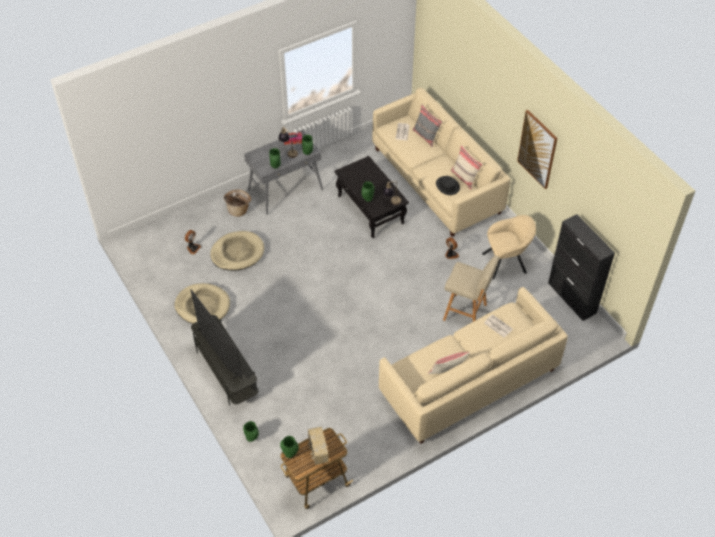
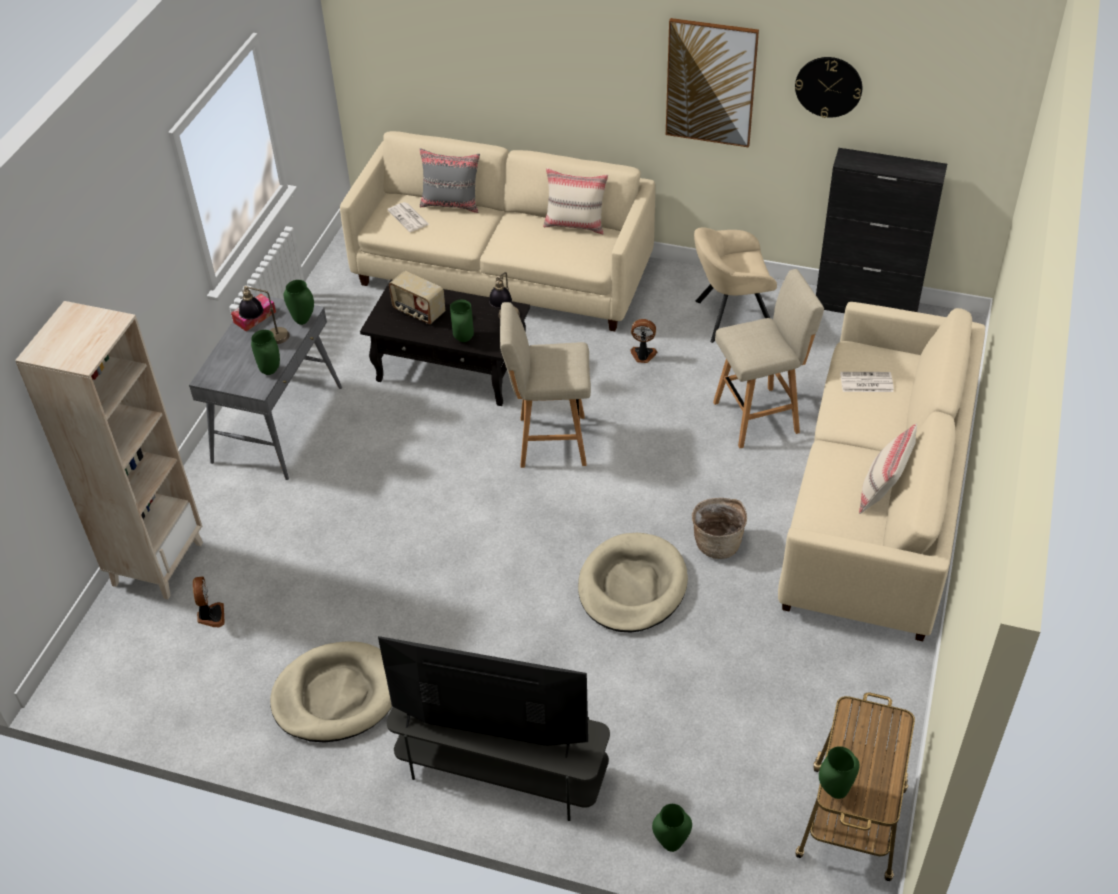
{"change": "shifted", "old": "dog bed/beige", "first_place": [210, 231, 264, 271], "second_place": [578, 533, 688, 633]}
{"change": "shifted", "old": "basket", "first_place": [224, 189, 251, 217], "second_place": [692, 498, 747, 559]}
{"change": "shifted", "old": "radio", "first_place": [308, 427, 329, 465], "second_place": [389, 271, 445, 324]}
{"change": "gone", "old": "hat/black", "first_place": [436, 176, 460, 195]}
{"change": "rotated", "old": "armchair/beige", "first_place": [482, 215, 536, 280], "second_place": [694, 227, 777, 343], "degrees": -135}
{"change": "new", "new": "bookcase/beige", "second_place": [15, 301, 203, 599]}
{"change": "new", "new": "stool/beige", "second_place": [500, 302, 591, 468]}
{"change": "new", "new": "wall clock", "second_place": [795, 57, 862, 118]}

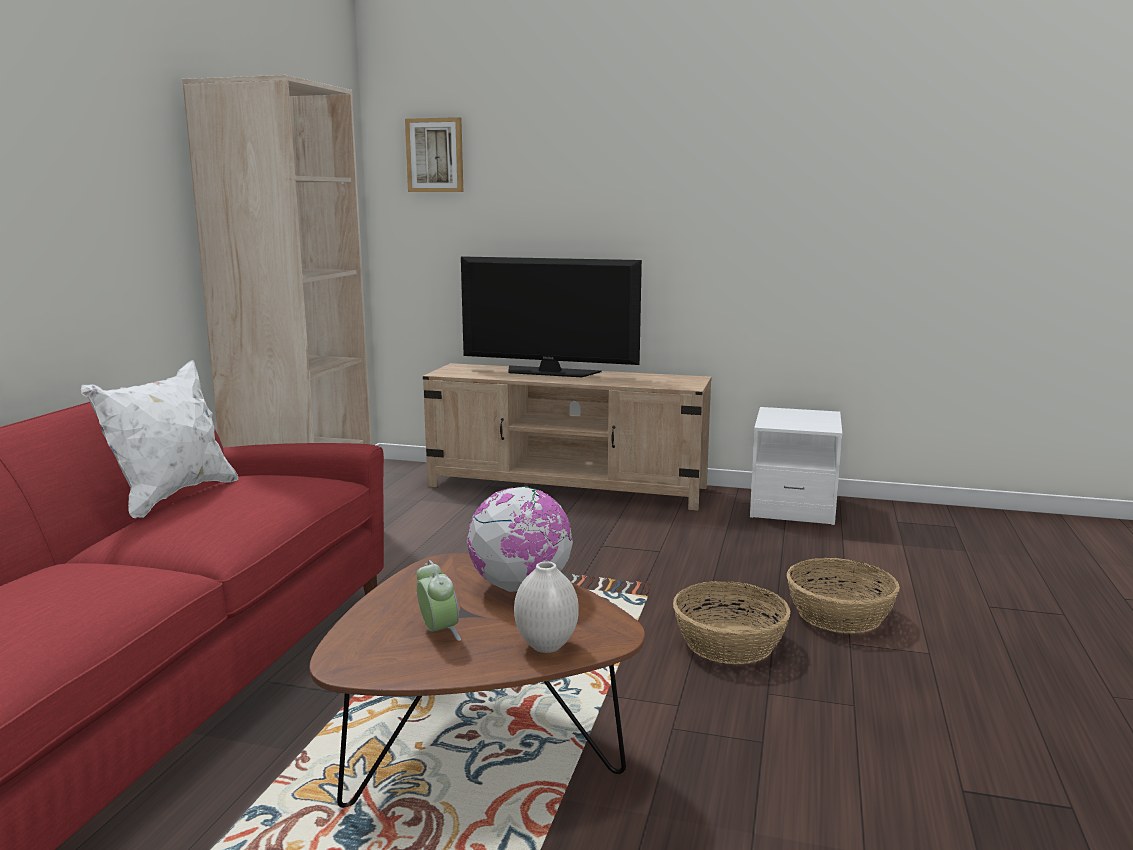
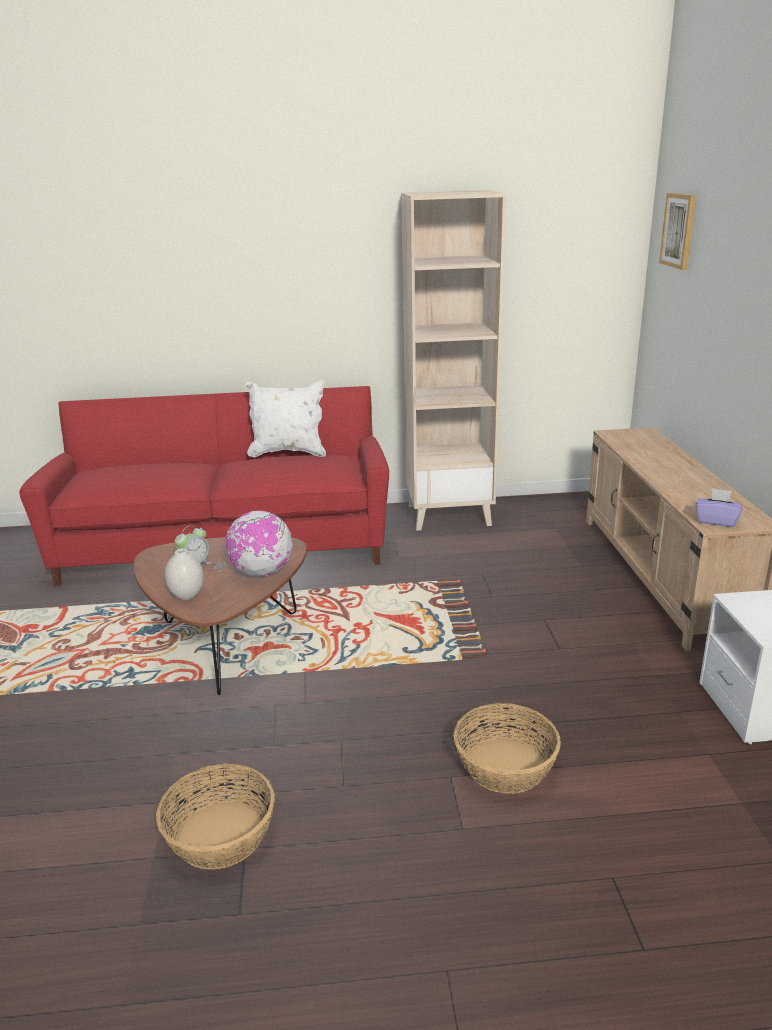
{"change": "gone", "old": "television", "first_place": [461, 256, 642, 377]}
{"change": "shifted", "old": "basket", "first_place": [673, 581, 791, 664], "second_place": [156, 764, 275, 869]}
{"change": "new", "new": "tissue box/purple", "second_place": [696, 488, 742, 527]}

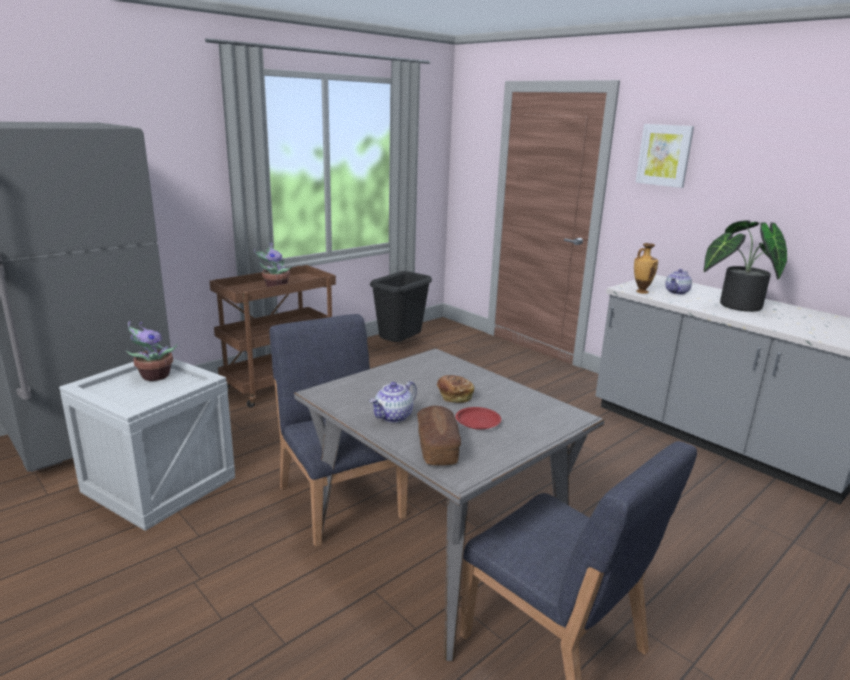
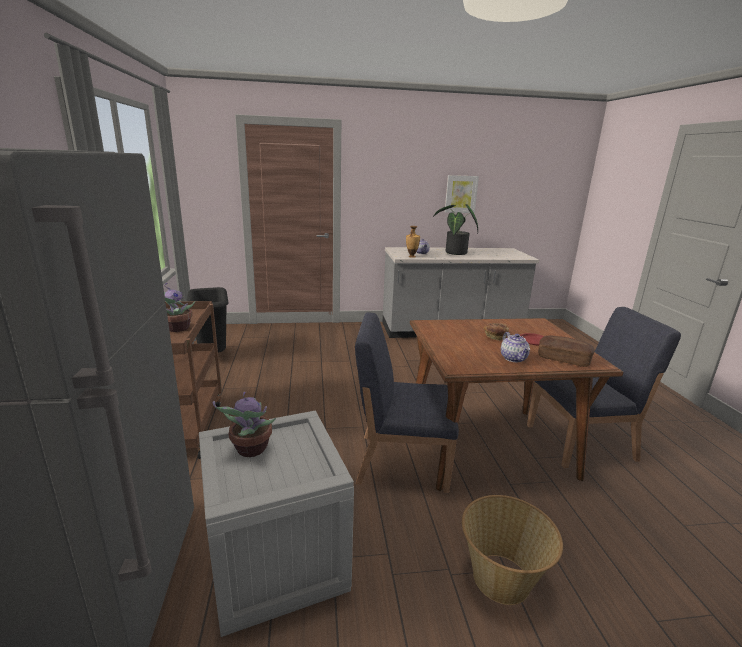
{"change": "repainted", "old": "dining table/grey", "new": "dining table/brown", "first_place": [294, 349, 604, 661], "second_place": [410, 318, 623, 491]}
{"change": "shifted", "old": "picture", "first_place": [635, 124, 694, 188], "second_place": [445, 175, 479, 213]}
{"change": "new", "new": "basket", "second_place": [462, 495, 563, 605]}

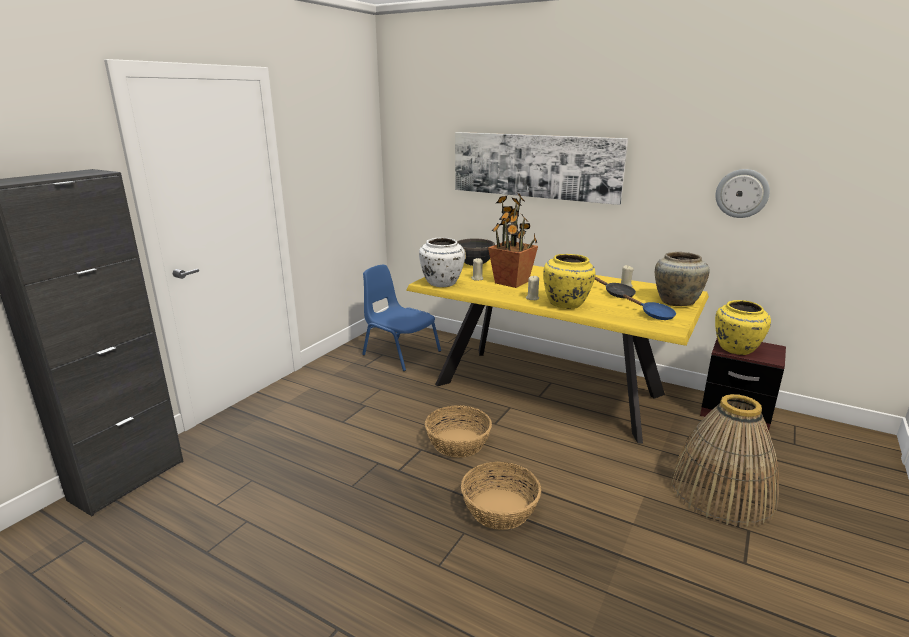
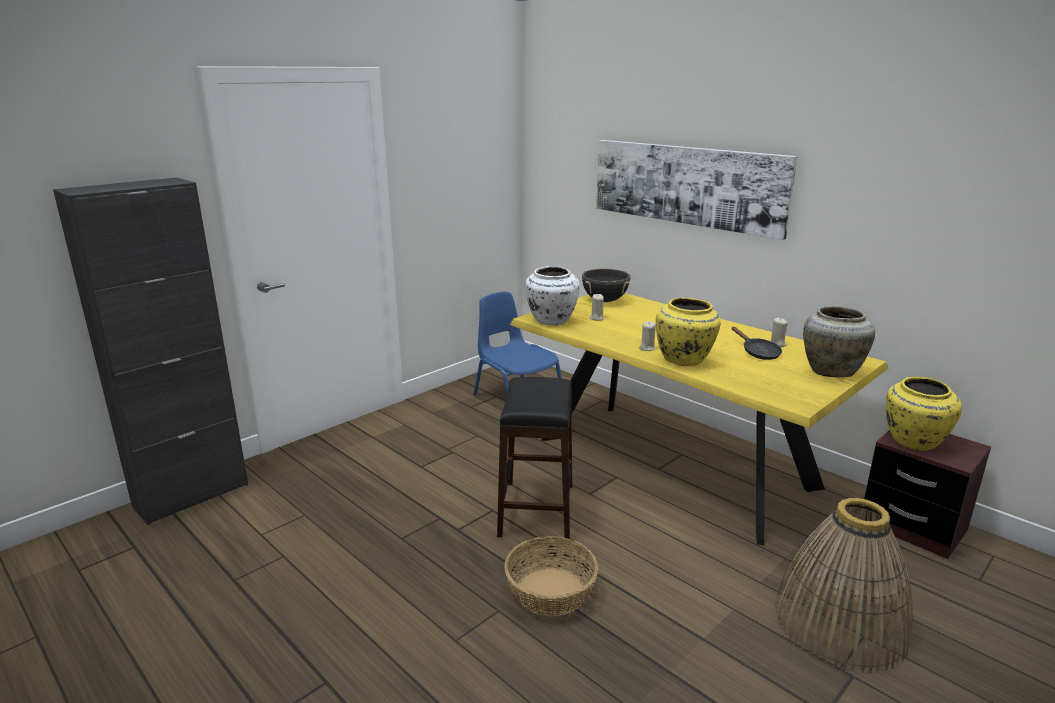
{"change": "swapped", "old": "basket", "new": "stool/black", "first_place": [425, 405, 492, 458], "second_place": [497, 377, 572, 539]}
{"change": "gone", "old": "potted plant", "first_place": [488, 193, 538, 288]}
{"change": "gone", "old": "frying pan/blue", "first_place": [623, 294, 676, 320]}
{"change": "gone", "old": "wall clock", "first_place": [715, 169, 770, 218]}

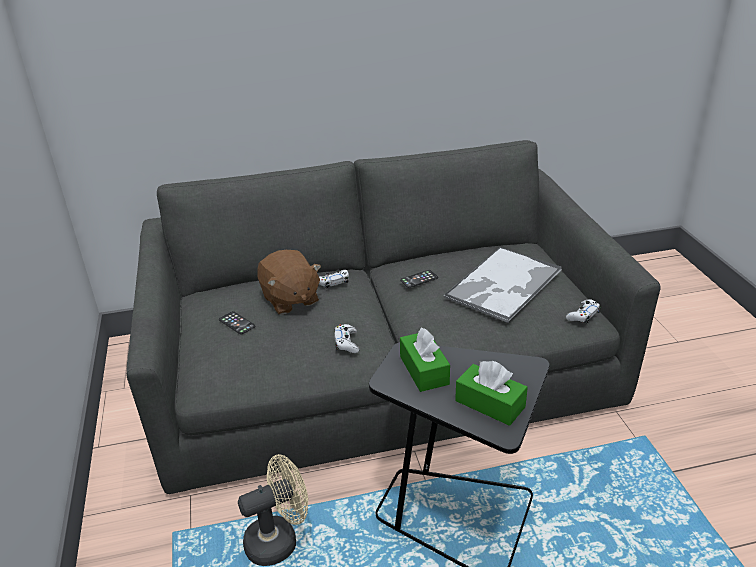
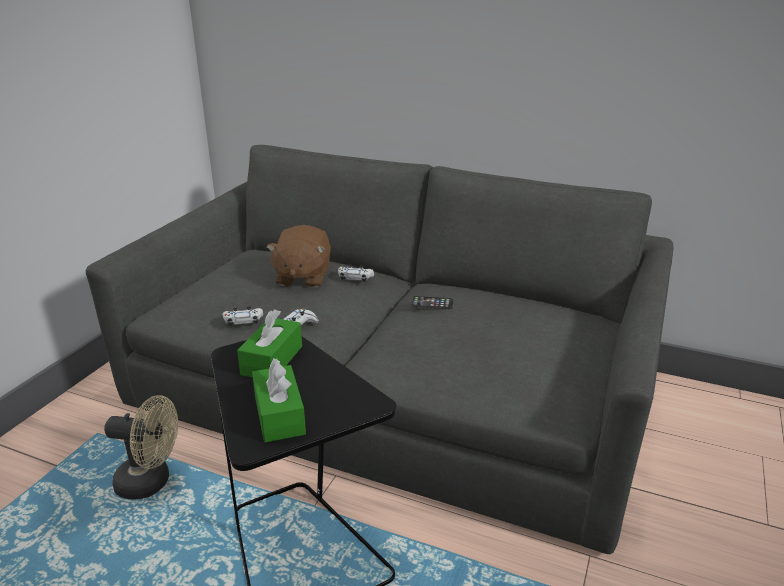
{"change": "gone", "old": "phone", "first_place": [219, 311, 255, 335]}
{"change": "gone", "old": "tray", "first_place": [444, 247, 562, 323]}
{"change": "shifted", "old": "game controller/white", "first_place": [566, 299, 600, 323], "second_place": [223, 306, 263, 326]}

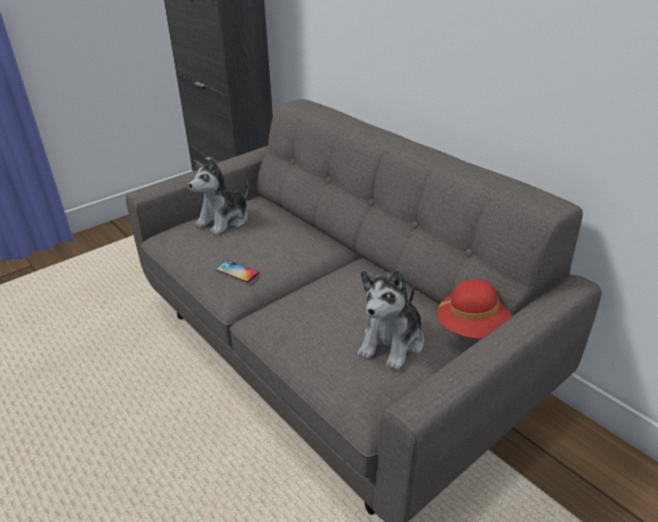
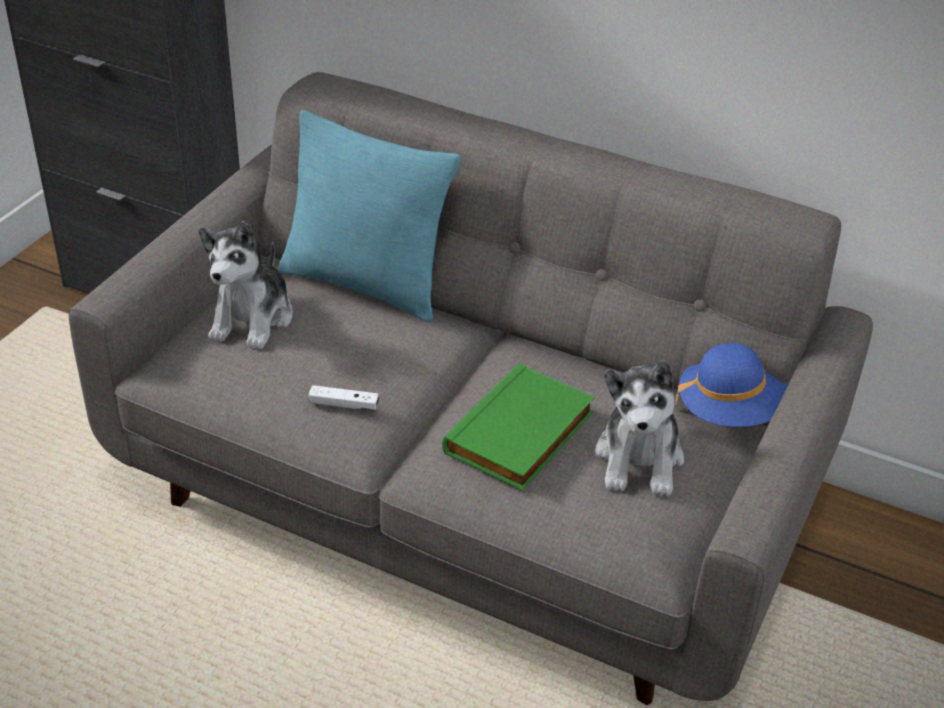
{"change": "swapped", "old": "phone", "new": "game controller/white", "first_place": [216, 260, 259, 282], "second_place": [309, 385, 379, 410]}
{"change": "repainted", "old": "hat/red", "new": "hat/blue", "first_place": [437, 279, 513, 339], "second_place": [675, 343, 788, 427]}
{"change": "new", "new": "pillow/turquoise", "second_place": [278, 110, 461, 322]}
{"change": "new", "new": "book/green", "second_place": [442, 363, 595, 491]}

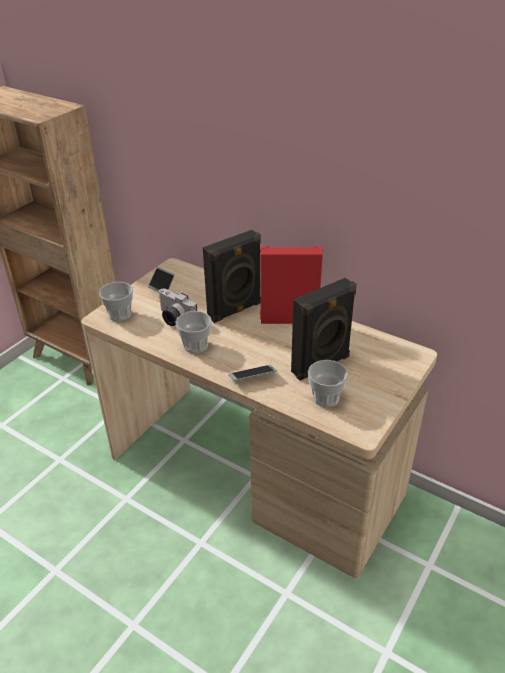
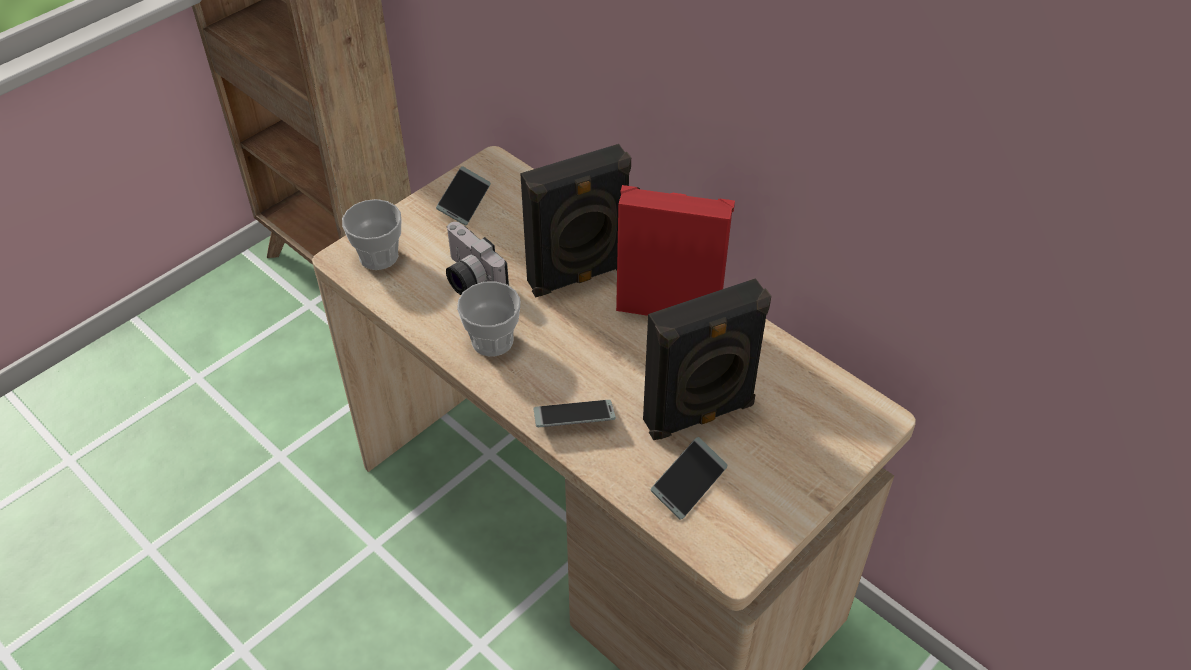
{"change": "swapped", "old": "cup", "new": "phone", "first_place": [308, 360, 348, 407], "second_place": [651, 437, 727, 520]}

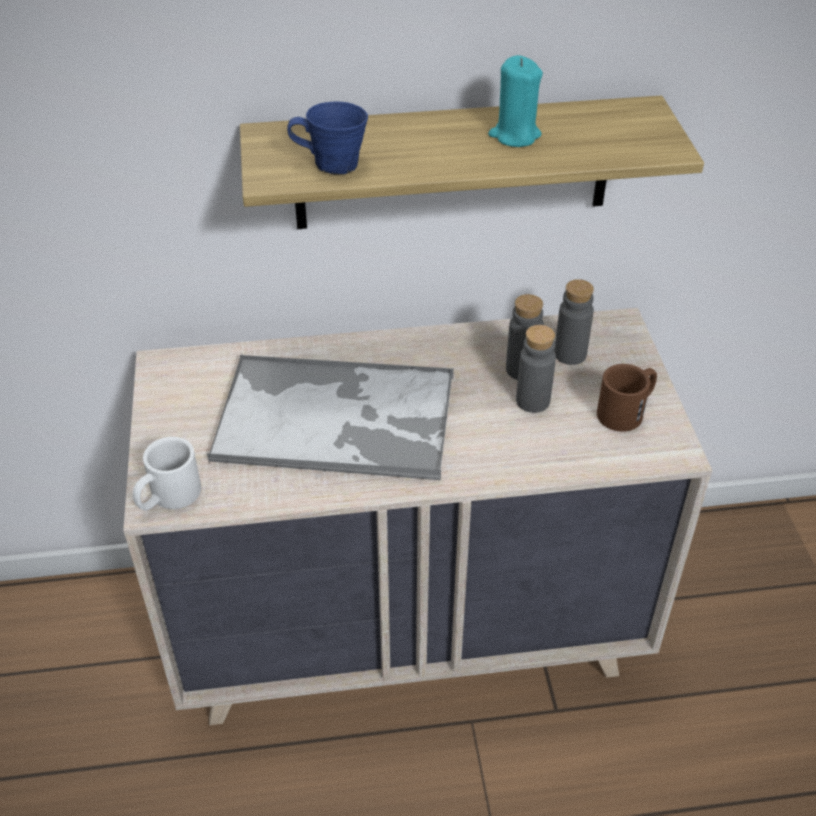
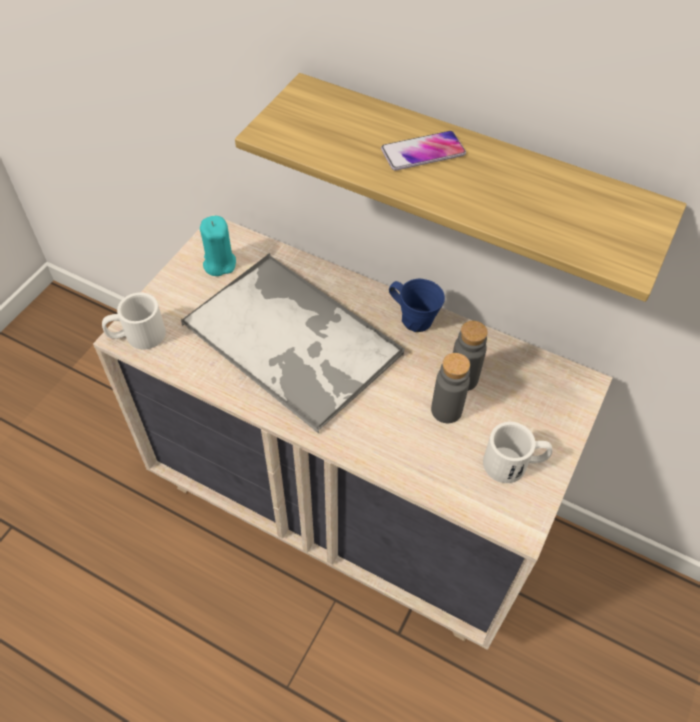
{"change": "shifted", "old": "mug/blue", "first_place": [287, 102, 368, 175], "second_place": [389, 279, 445, 332]}
{"change": "shifted", "old": "candle/turquoise", "first_place": [488, 55, 543, 147], "second_place": [200, 216, 236, 276]}
{"change": "gone", "old": "bottle/grey", "first_place": [554, 279, 594, 365]}
{"change": "repainted", "old": "mug/brown", "new": "mug/white", "first_place": [597, 364, 657, 432], "second_place": [483, 422, 552, 483]}
{"change": "new", "new": "phone", "second_place": [381, 131, 466, 171]}

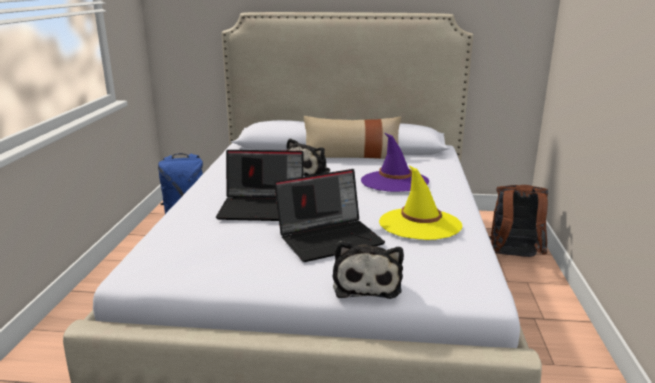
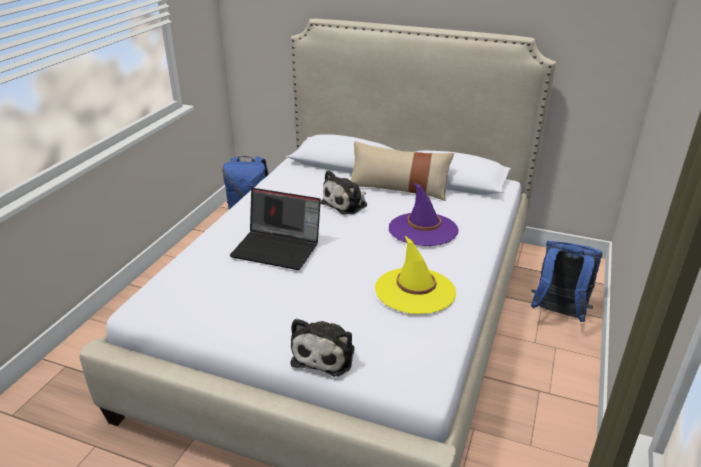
{"change": "gone", "old": "laptop", "first_place": [274, 169, 385, 262]}
{"change": "repainted", "old": "backpack/brown", "new": "backpack/blue", "first_place": [489, 185, 548, 257], "second_place": [531, 241, 602, 322]}

